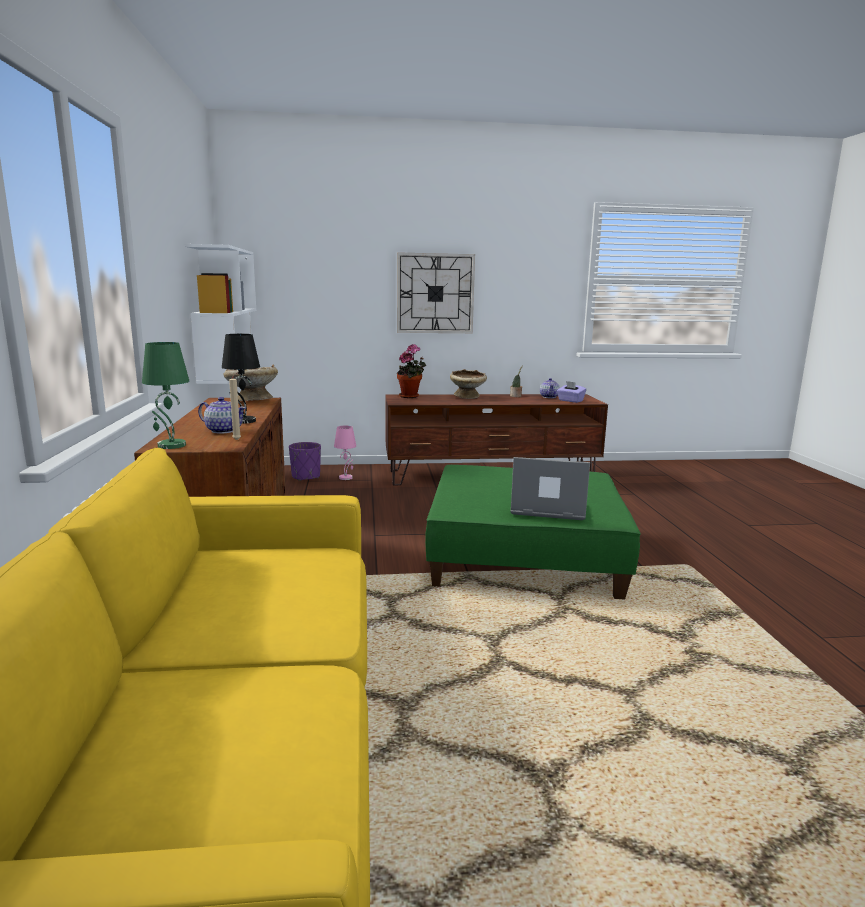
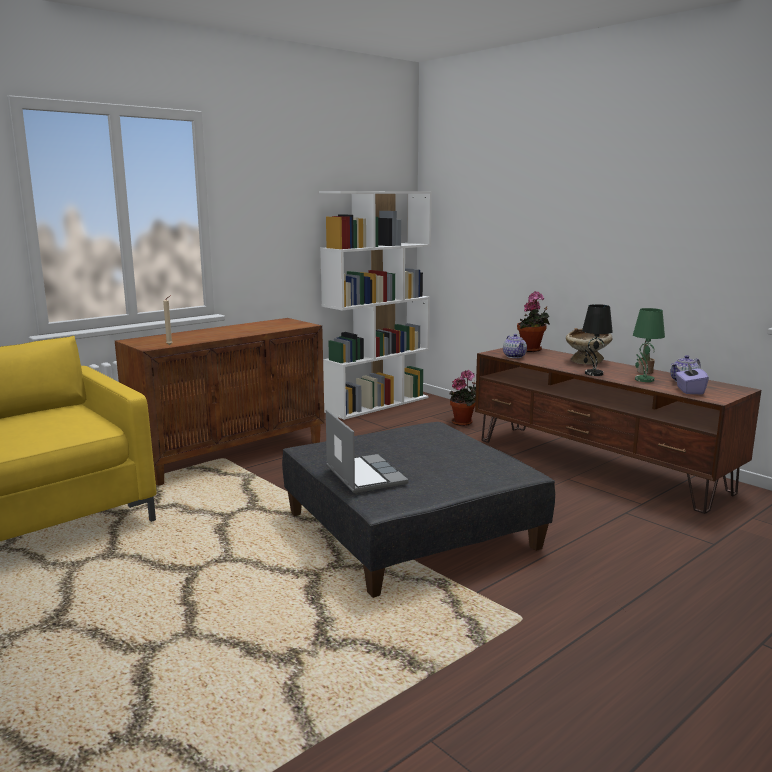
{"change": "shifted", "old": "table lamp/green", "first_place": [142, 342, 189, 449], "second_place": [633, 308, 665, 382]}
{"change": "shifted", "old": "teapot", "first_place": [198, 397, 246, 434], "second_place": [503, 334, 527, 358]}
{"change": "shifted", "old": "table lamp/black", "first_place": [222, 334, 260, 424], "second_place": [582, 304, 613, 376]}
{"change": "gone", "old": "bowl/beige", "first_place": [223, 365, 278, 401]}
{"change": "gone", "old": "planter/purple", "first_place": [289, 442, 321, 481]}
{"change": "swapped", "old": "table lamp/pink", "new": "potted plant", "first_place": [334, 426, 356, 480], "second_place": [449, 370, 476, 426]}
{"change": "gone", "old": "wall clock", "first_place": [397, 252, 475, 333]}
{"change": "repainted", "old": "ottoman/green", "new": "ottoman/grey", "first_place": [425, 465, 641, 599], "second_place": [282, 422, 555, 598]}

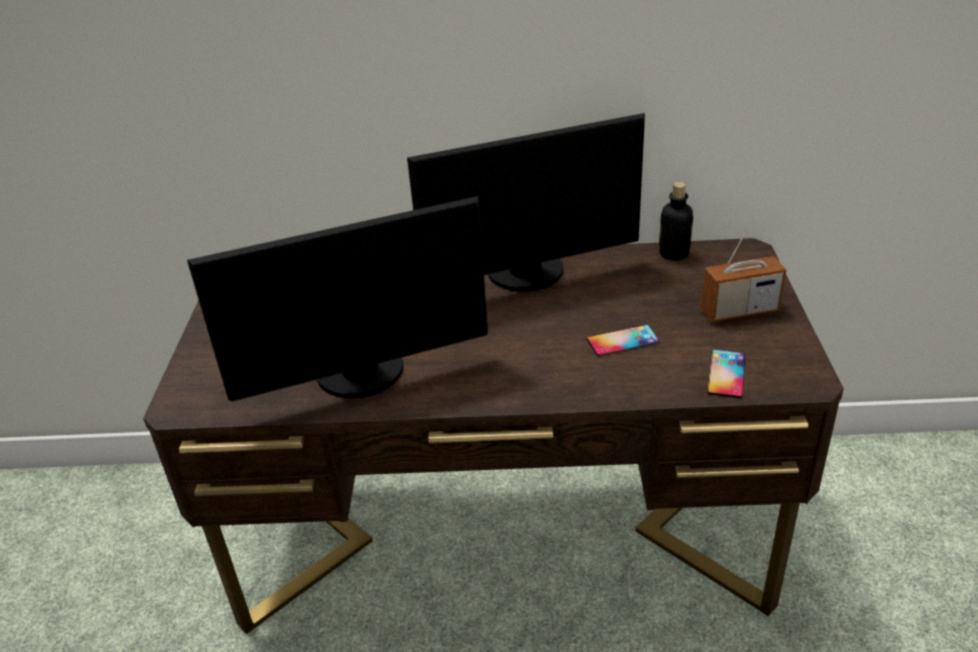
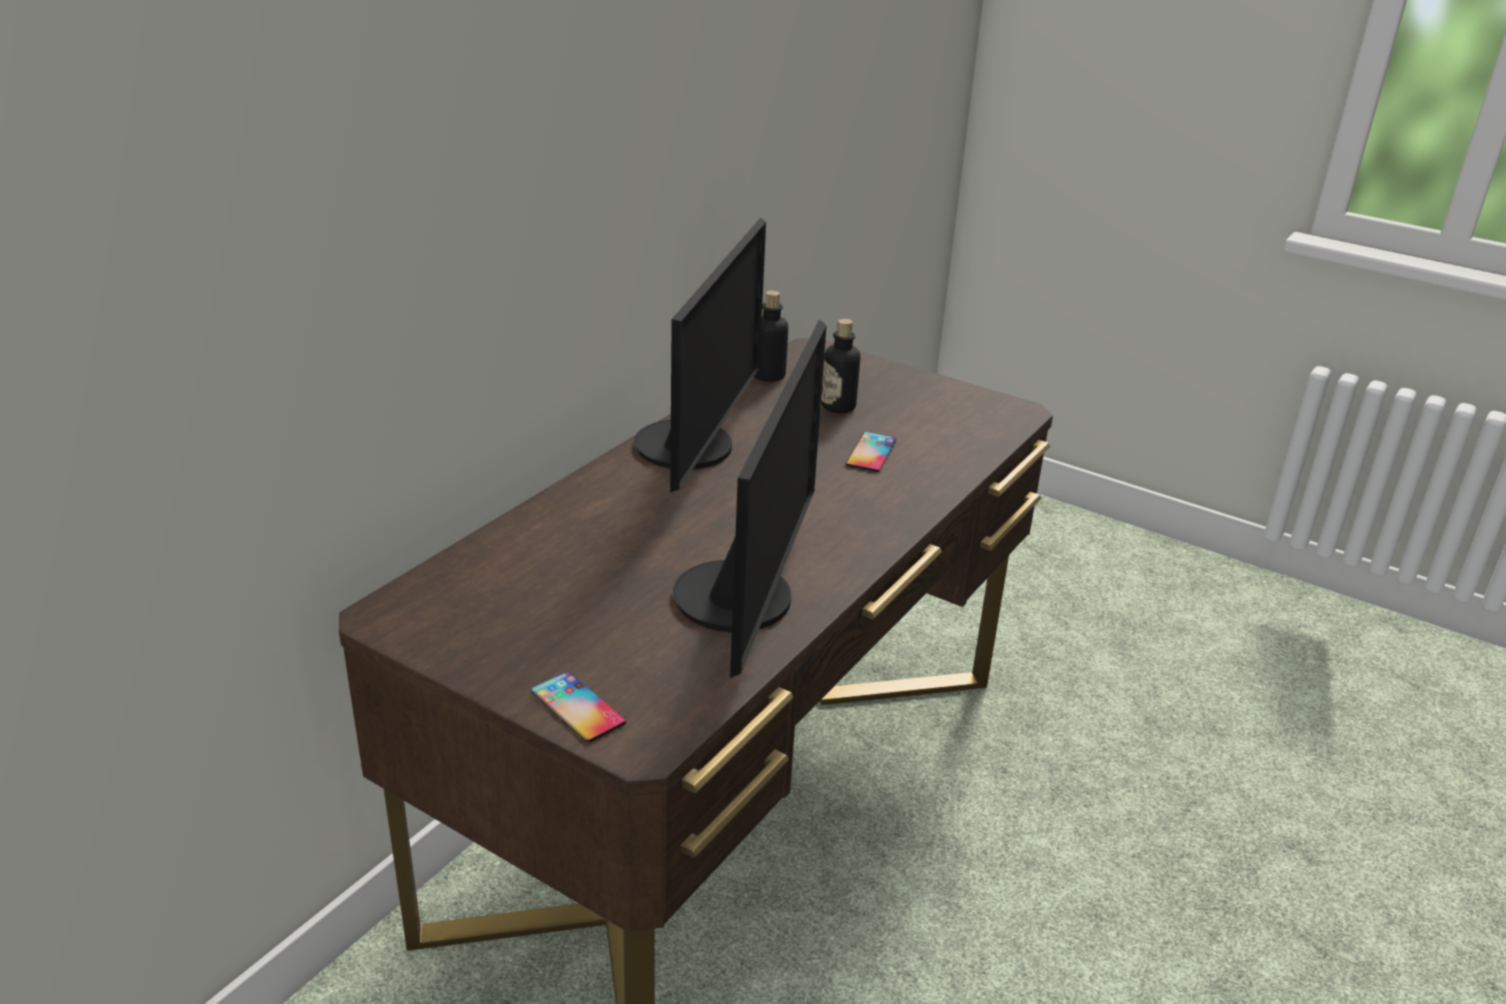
{"change": "gone", "old": "radio", "first_place": [701, 208, 786, 322]}
{"change": "shifted", "old": "phone", "first_place": [707, 350, 745, 398], "second_place": [531, 672, 626, 742]}
{"change": "new", "new": "bottle", "second_place": [821, 319, 860, 413]}

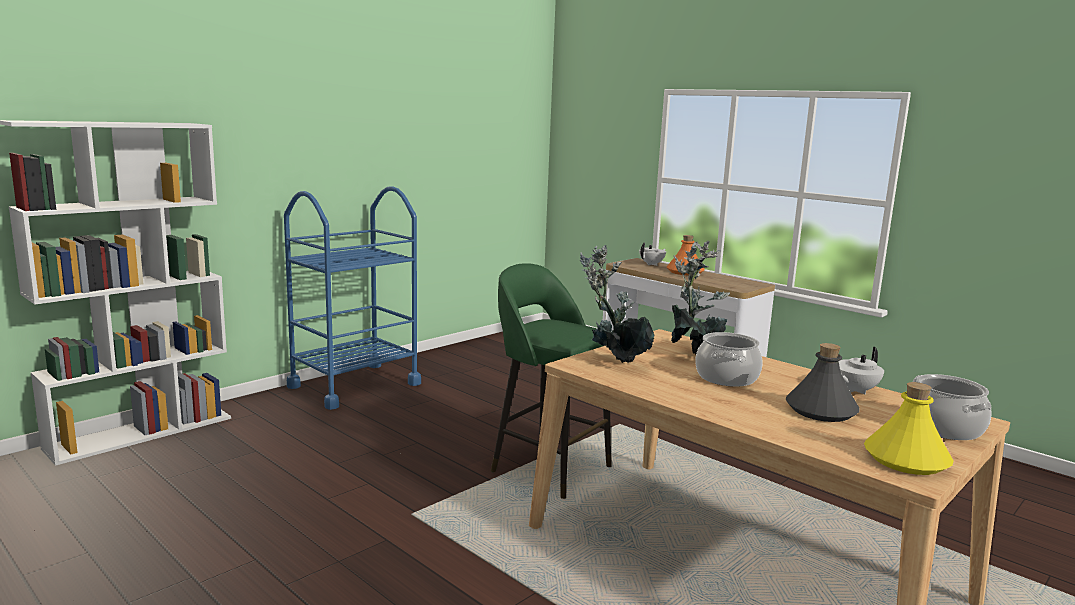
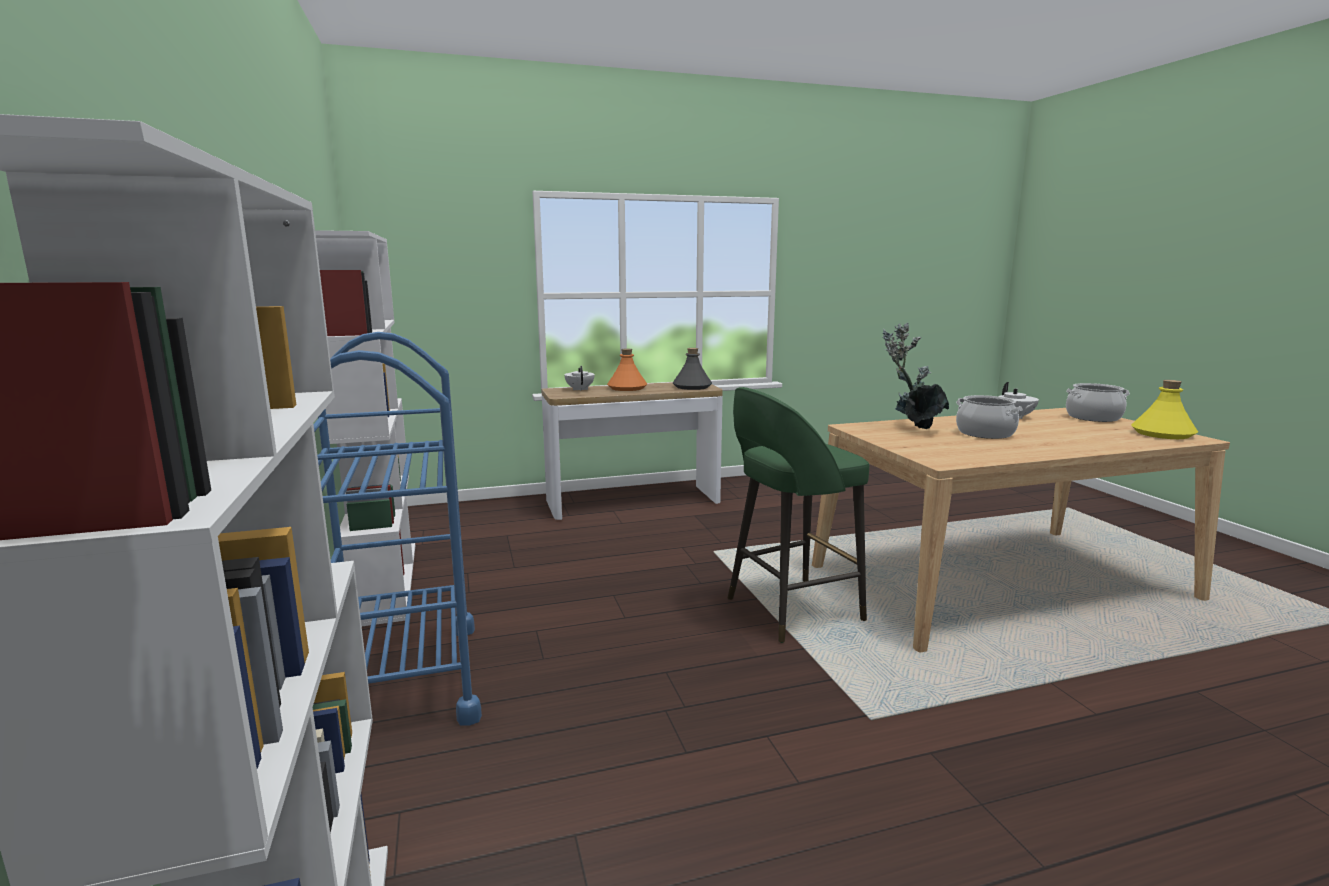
{"change": "gone", "old": "potted plant", "first_place": [580, 245, 655, 363]}
{"change": "shifted", "old": "bottle/grey", "first_place": [786, 343, 860, 422], "second_place": [673, 348, 712, 390]}
{"change": "new", "new": "bookcase/white", "second_place": [315, 230, 415, 626]}

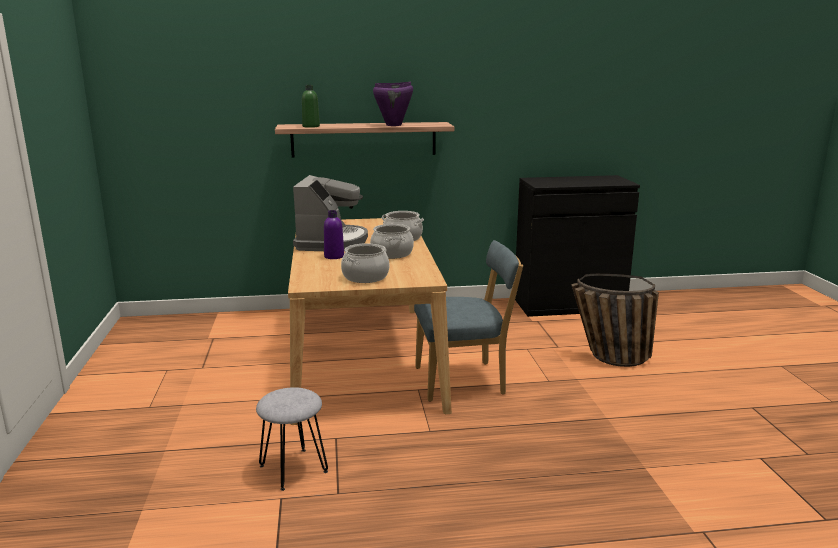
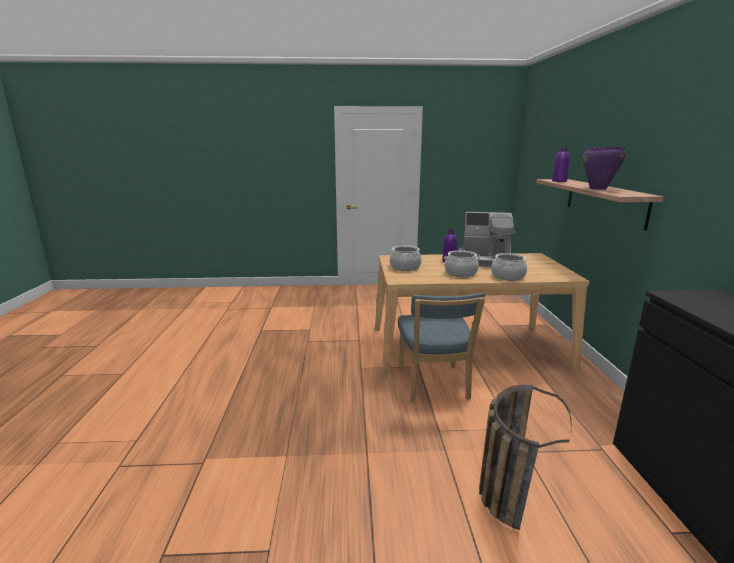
{"change": "gone", "old": "stool/grey", "first_place": [256, 387, 328, 491]}
{"change": "repainted", "old": "bottle/green", "new": "bottle/purple", "first_place": [302, 85, 320, 128], "second_place": [552, 147, 570, 182]}

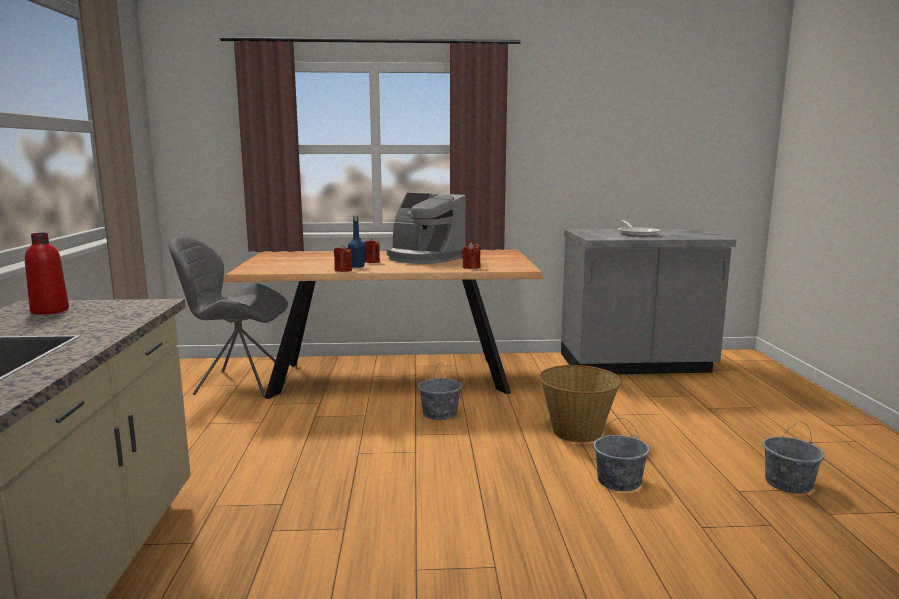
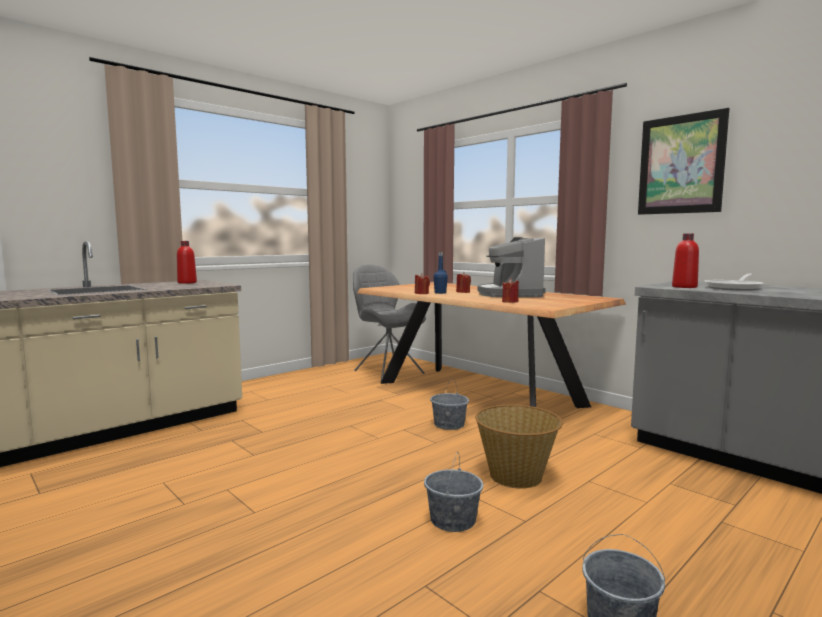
{"change": "new", "new": "picture", "second_place": [638, 108, 730, 215]}
{"change": "new", "new": "bottle/red", "second_place": [672, 233, 699, 288]}

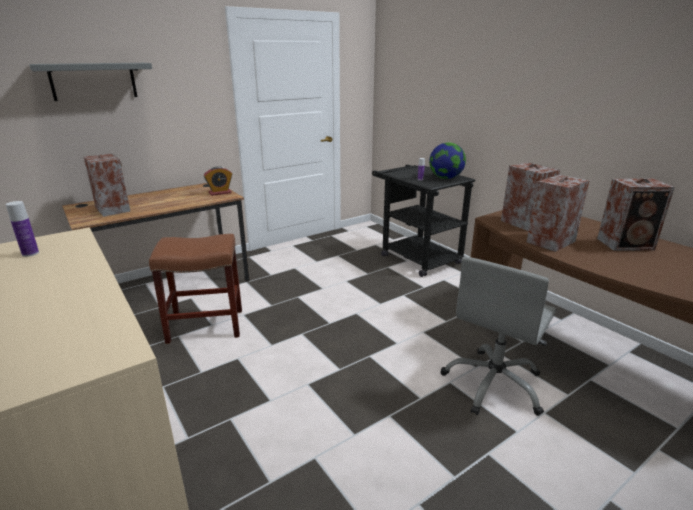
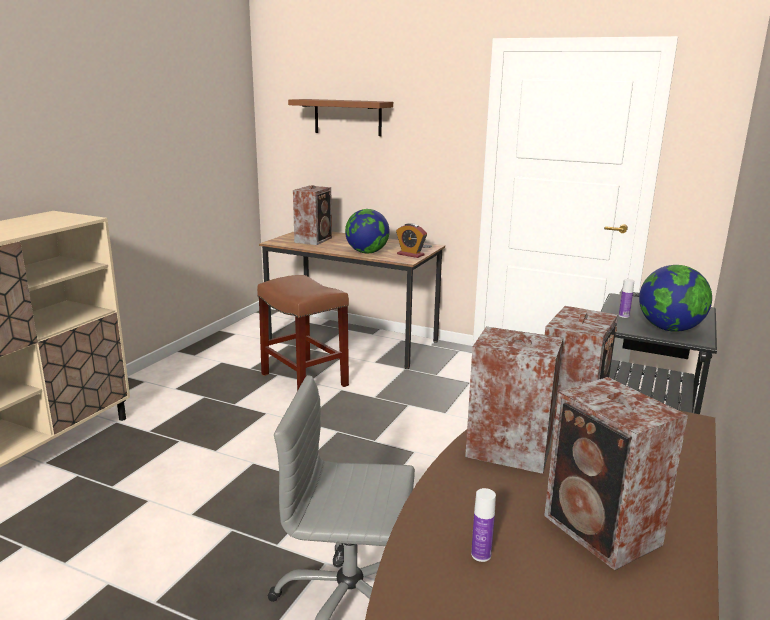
{"change": "shifted", "old": "bottle", "first_place": [6, 201, 39, 257], "second_place": [471, 488, 496, 562]}
{"change": "repainted", "old": "shelf/grey", "new": "shelf/brown", "first_place": [29, 63, 152, 101], "second_place": [288, 99, 393, 136]}
{"change": "new", "new": "globe", "second_place": [345, 209, 390, 253]}

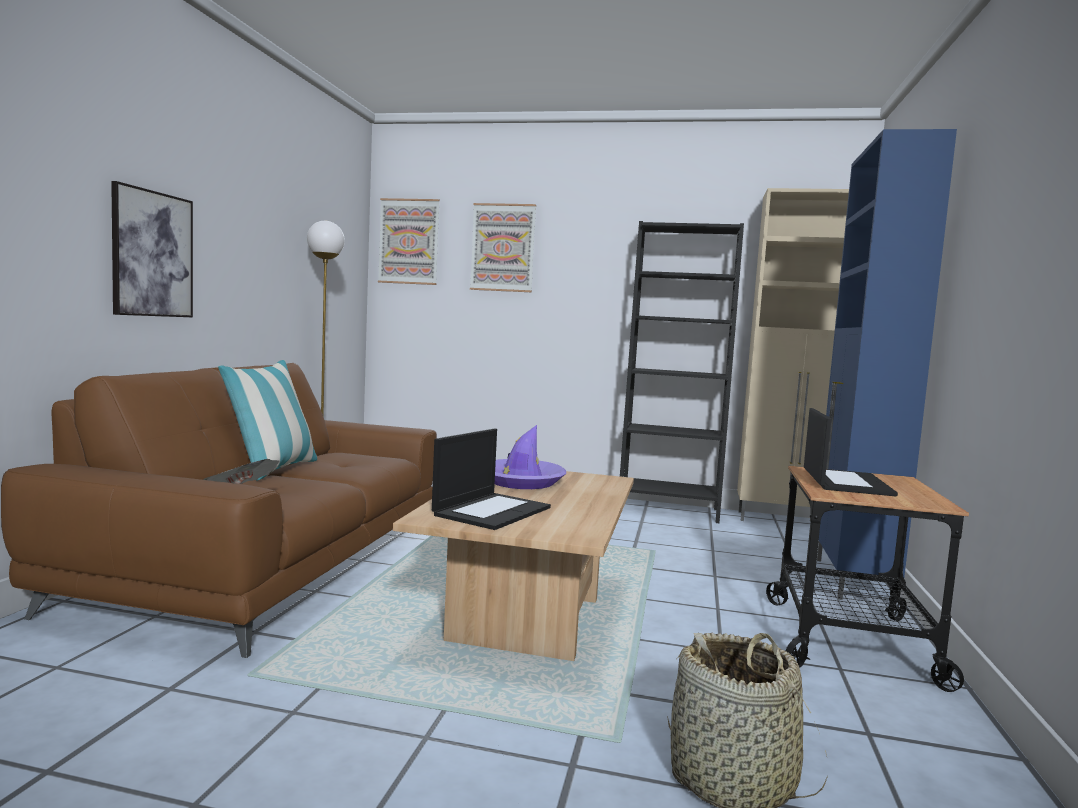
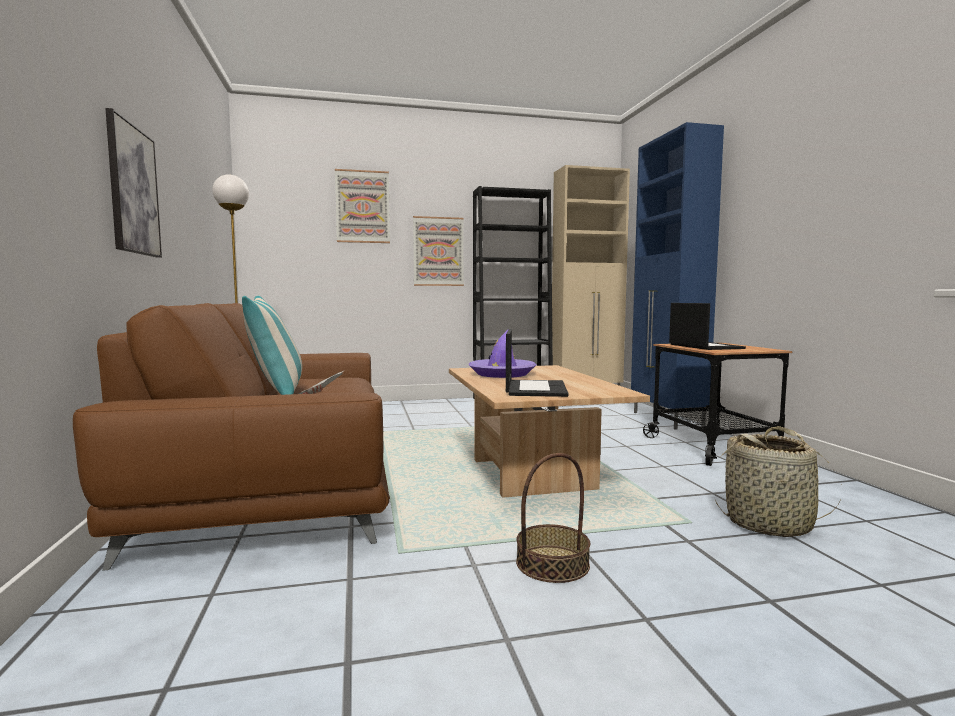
{"change": "shifted", "old": "picture", "first_place": [378, 198, 440, 285], "second_place": [413, 216, 464, 286]}
{"change": "new", "new": "basket", "second_place": [516, 453, 590, 583]}

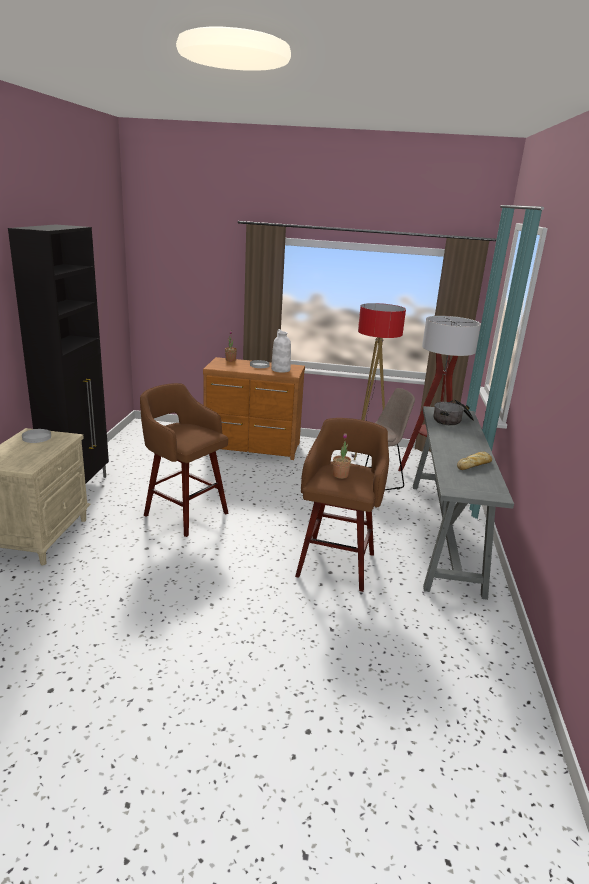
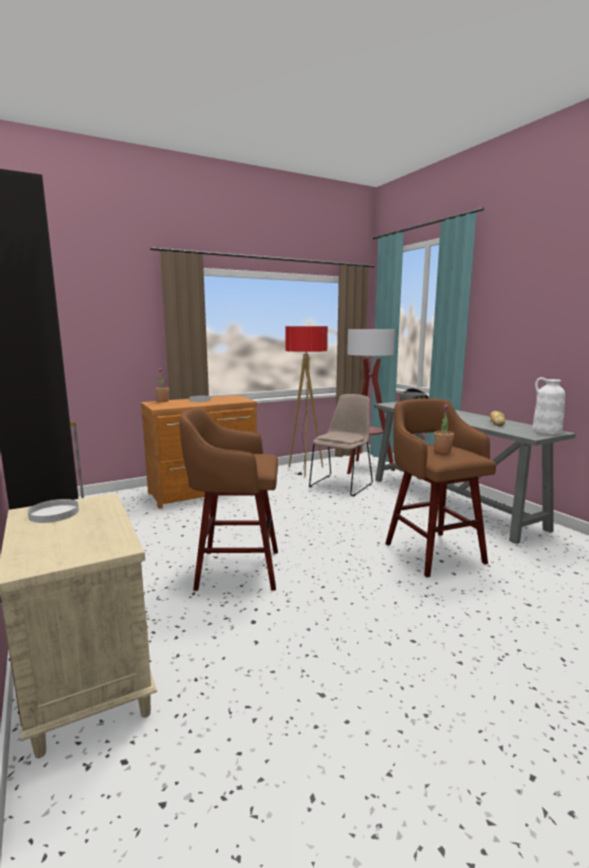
{"change": "shifted", "old": "vase/white", "first_place": [271, 329, 291, 373], "second_place": [532, 377, 565, 435]}

